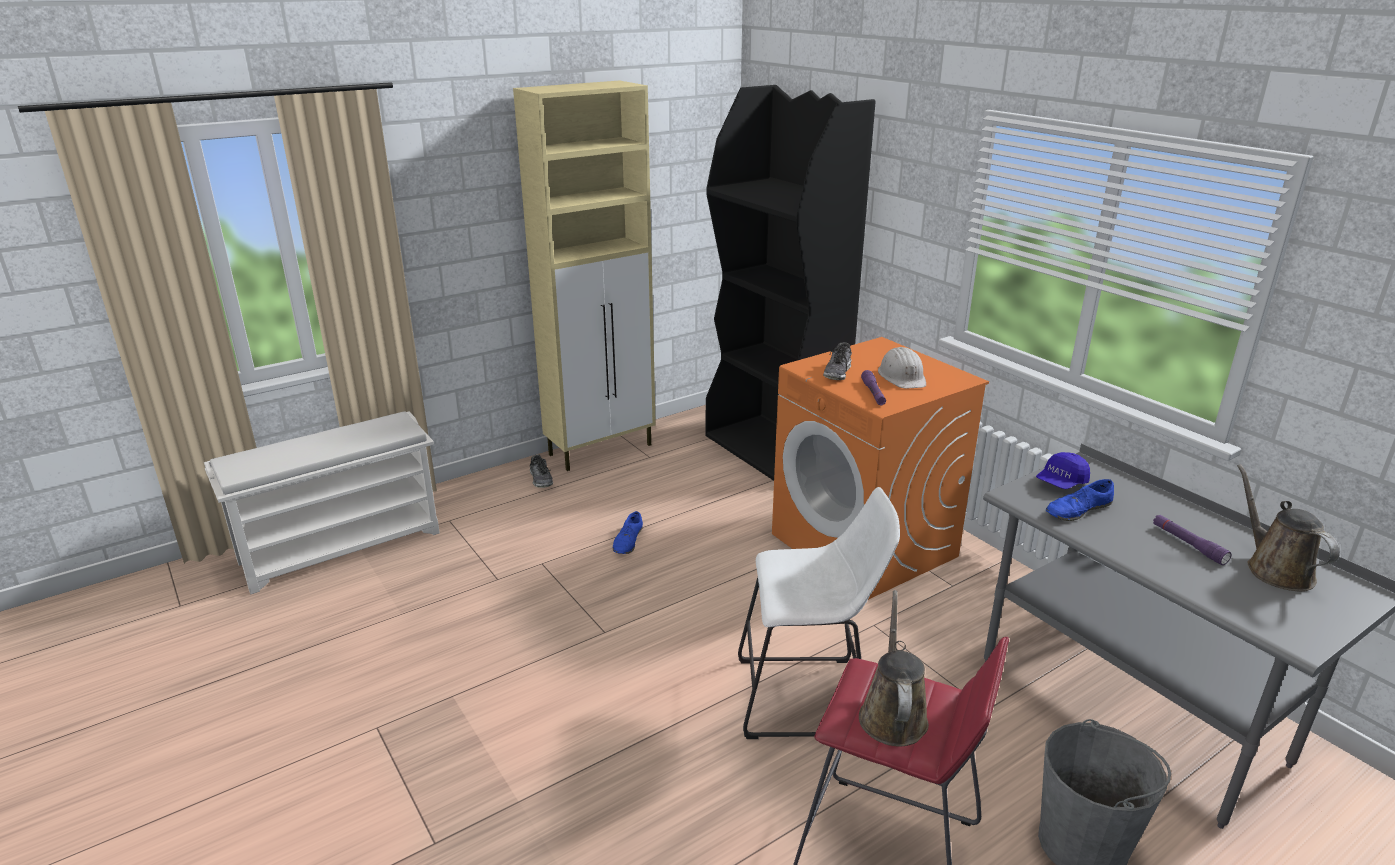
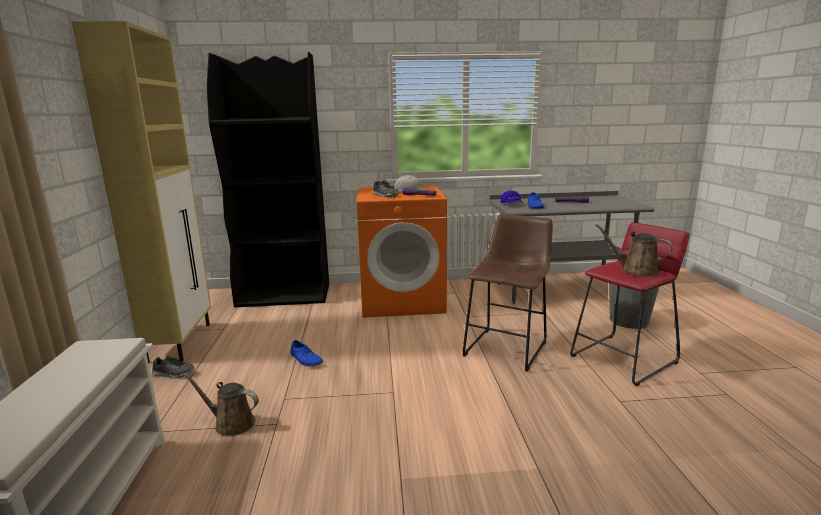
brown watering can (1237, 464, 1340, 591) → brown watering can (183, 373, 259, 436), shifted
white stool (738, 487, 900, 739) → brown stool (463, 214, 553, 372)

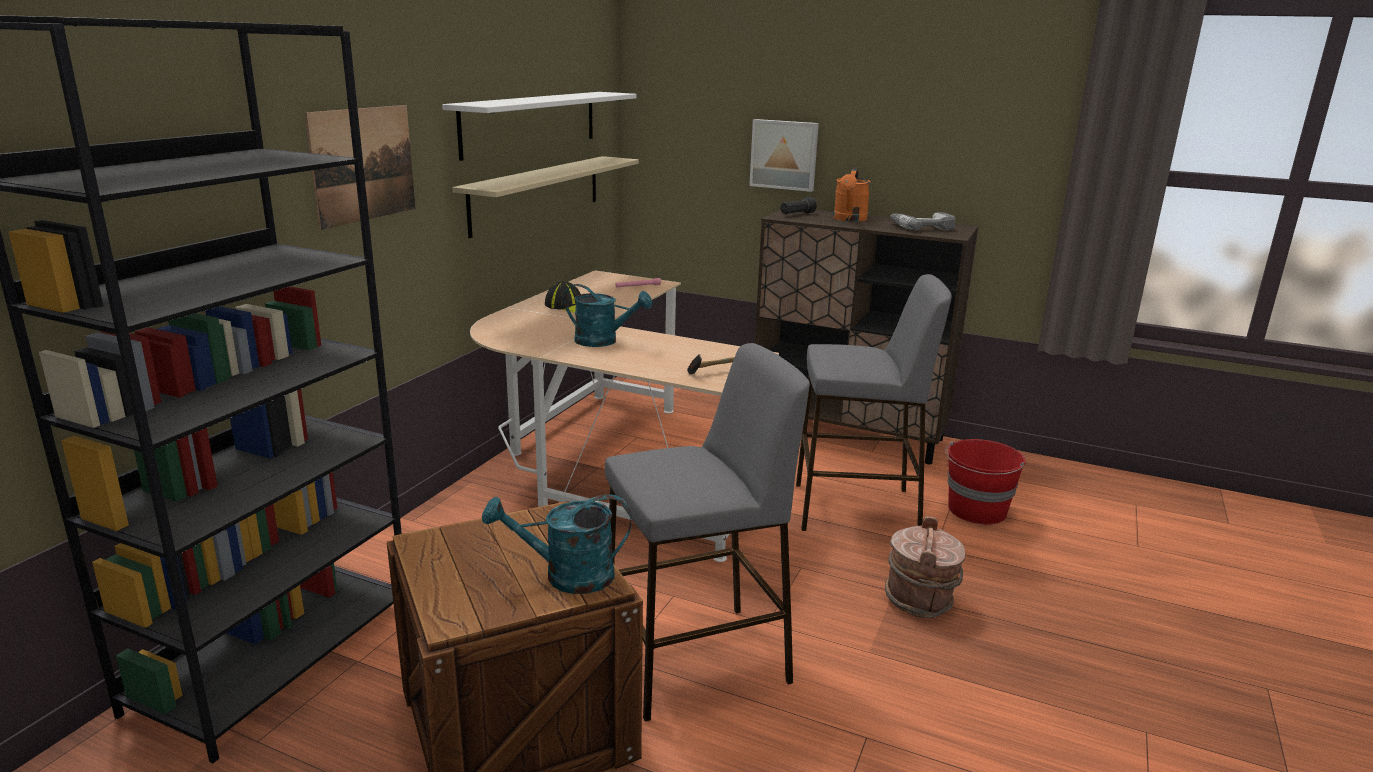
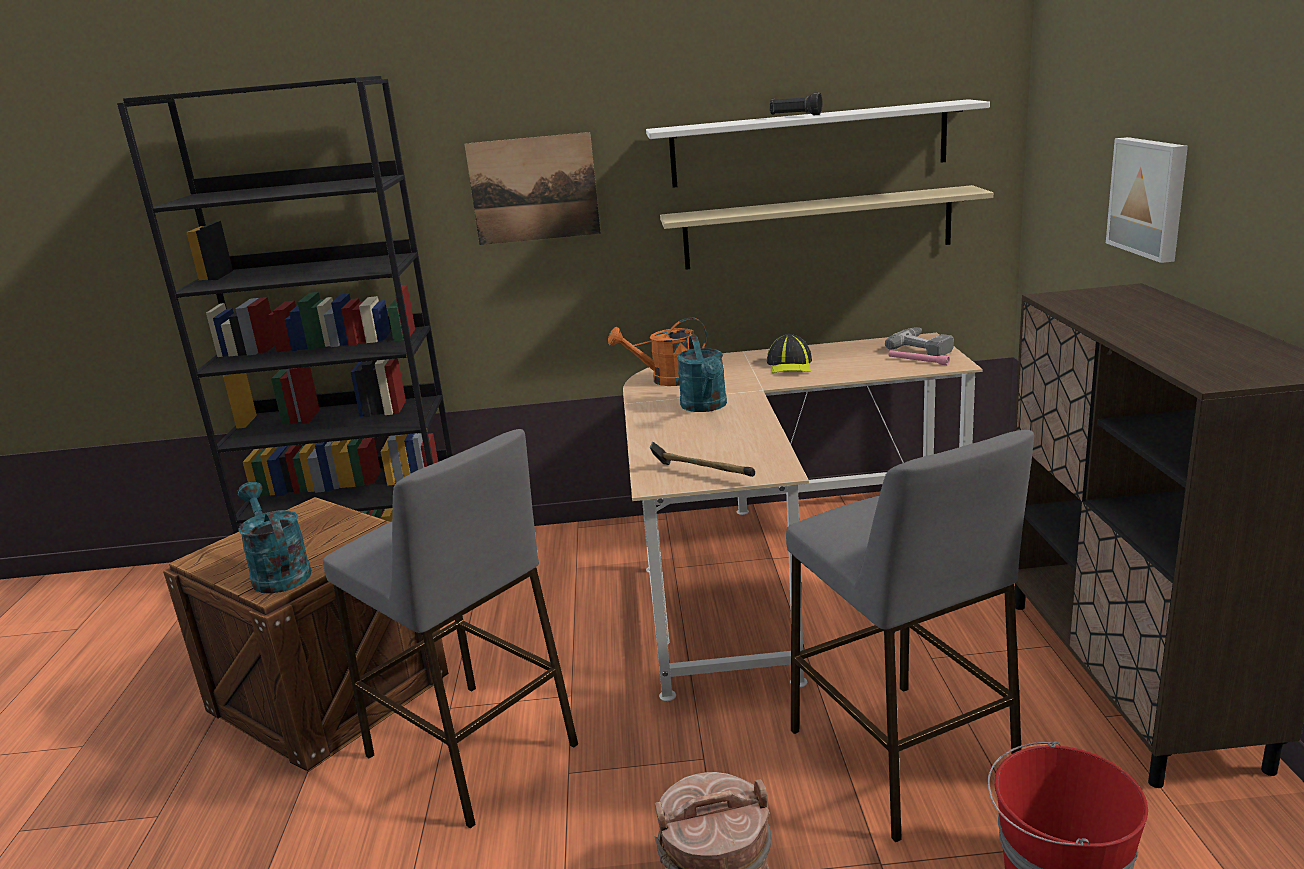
orange watering can (833, 167, 871, 221) → orange watering can (608, 317, 707, 386), shifted
black flashlight (780, 197, 817, 214) → black flashlight (770, 92, 822, 115), shifted
power drill (890, 212, 956, 231) → power drill (885, 327, 954, 356), shifted

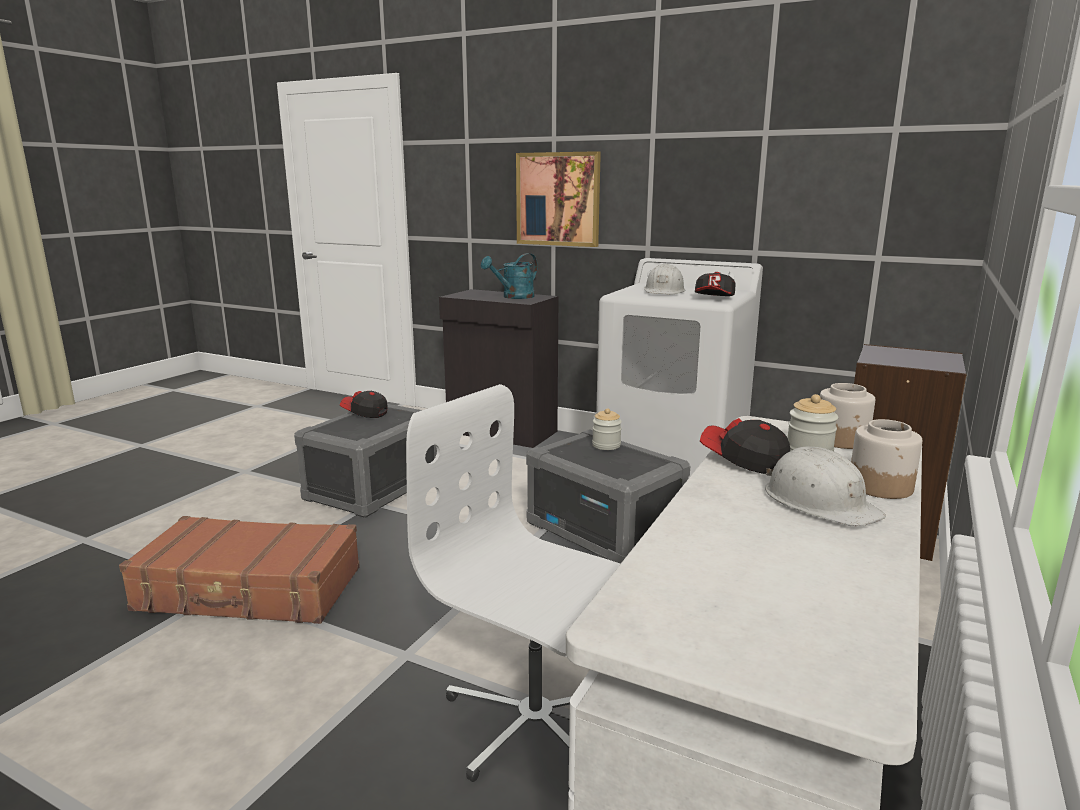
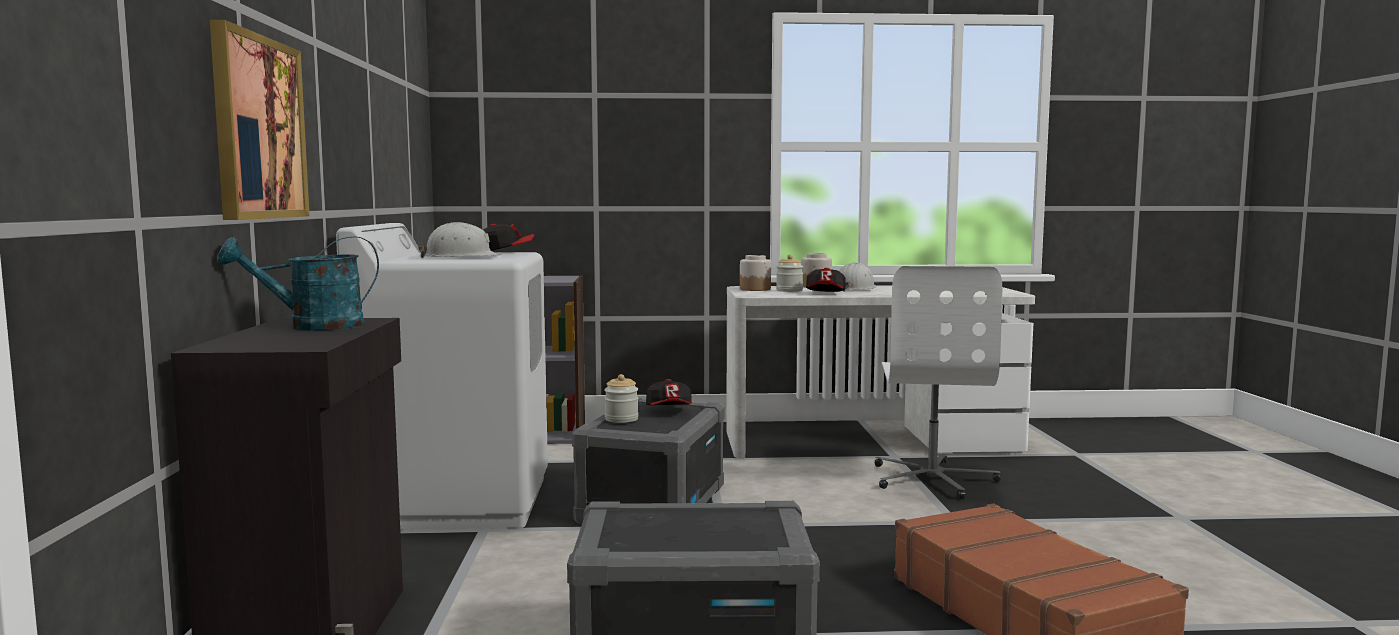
turquoise watering can (481, 253, 538, 299) → turquoise watering can (217, 236, 379, 331), 135 degrees clockwise
cap (340, 391, 388, 418) → cap (646, 379, 692, 405), shifted

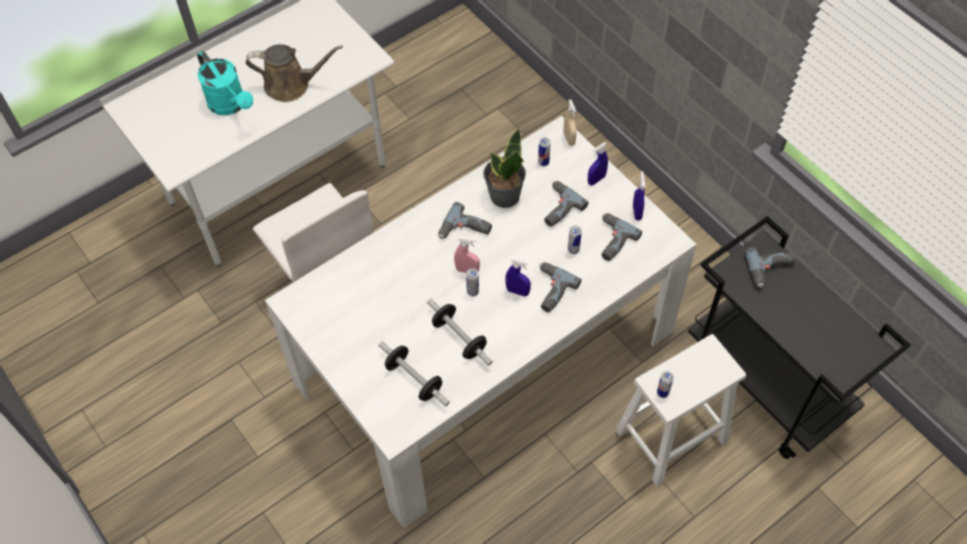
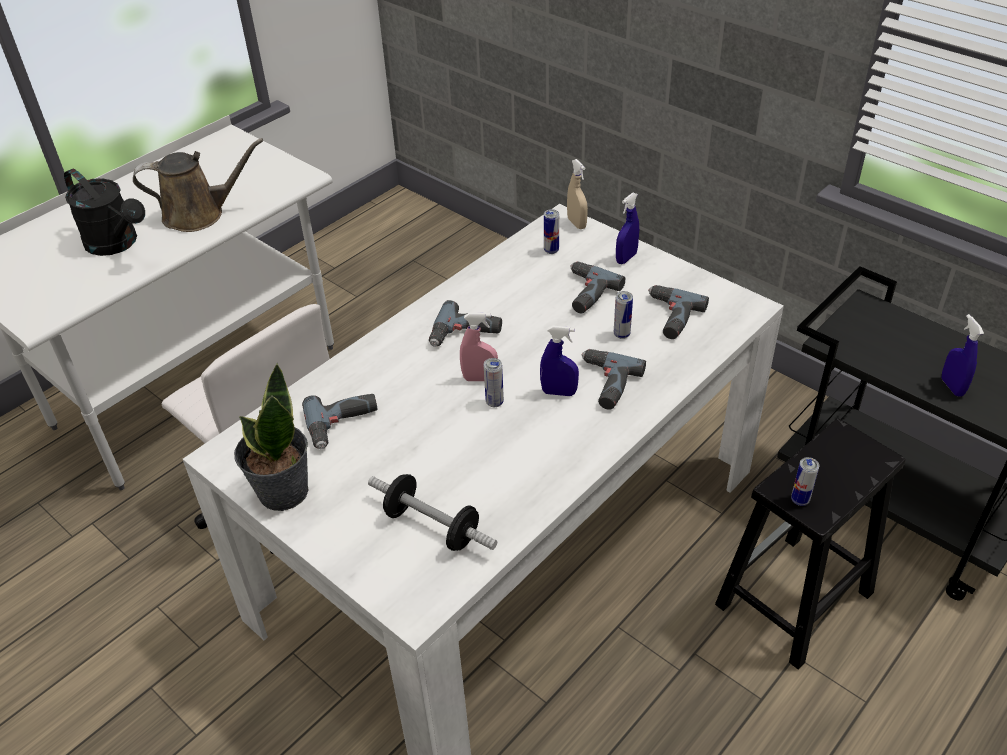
turquoise watering can (197, 51, 253, 115) → black watering can (64, 169, 145, 256)
potted plant (483, 128, 526, 208) → potted plant (234, 363, 308, 511), shifted
blue spray bottle (633, 171, 645, 221) → blue spray bottle (941, 314, 984, 397), shifted
power drill (745, 247, 795, 288) → power drill (302, 394, 377, 449), shifted
dumbbell (427, 298, 493, 366) → -
white stool (615, 334, 746, 486) → black stool (715, 418, 905, 670)

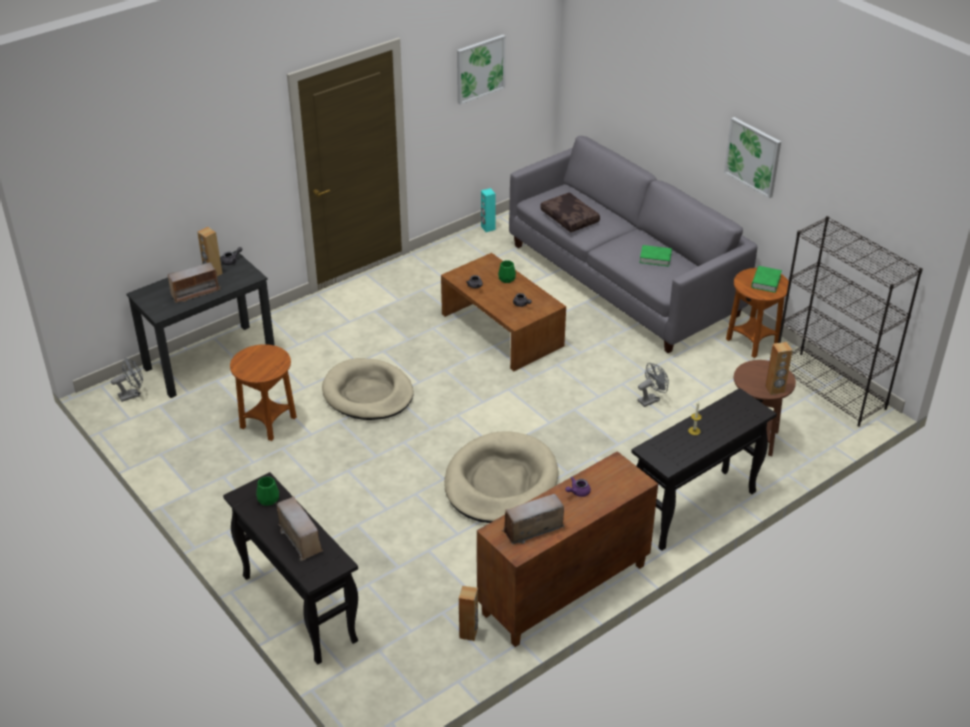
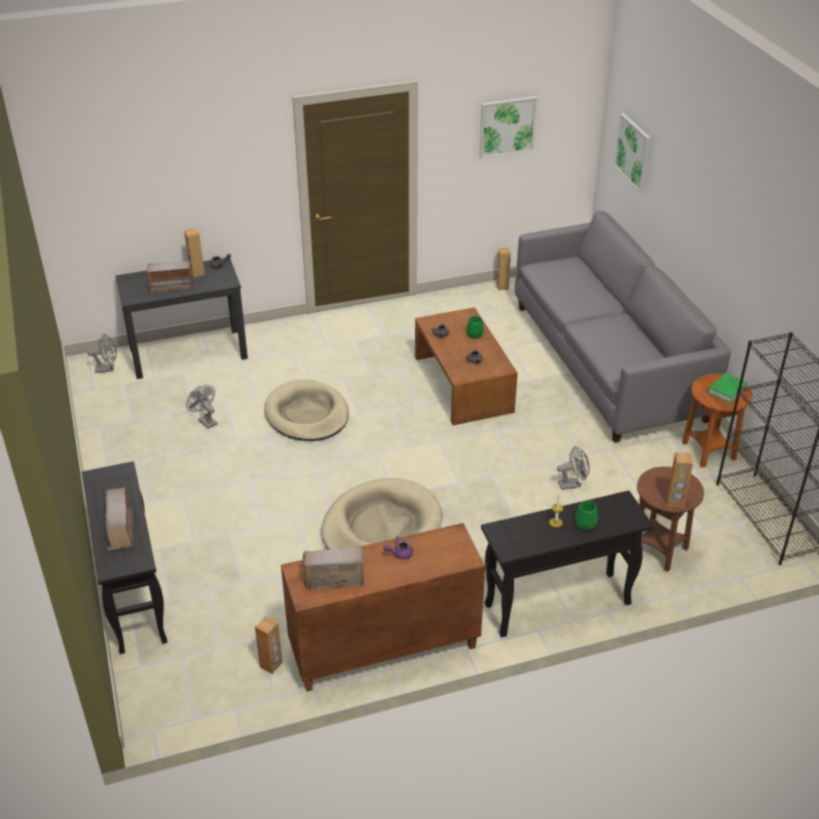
picture (724, 117, 781, 198) → picture (614, 113, 651, 193), shifted
turquoise speaker (481, 188, 496, 232) → brown speaker (497, 248, 511, 290)
brown pillow (540, 193, 600, 232) → -
green book (639, 245, 672, 267) → -
brown side table (230, 344, 297, 441) → grey fan (186, 385, 217, 429)
green vase (256, 477, 279, 506) → green vase (575, 501, 598, 530), shifted

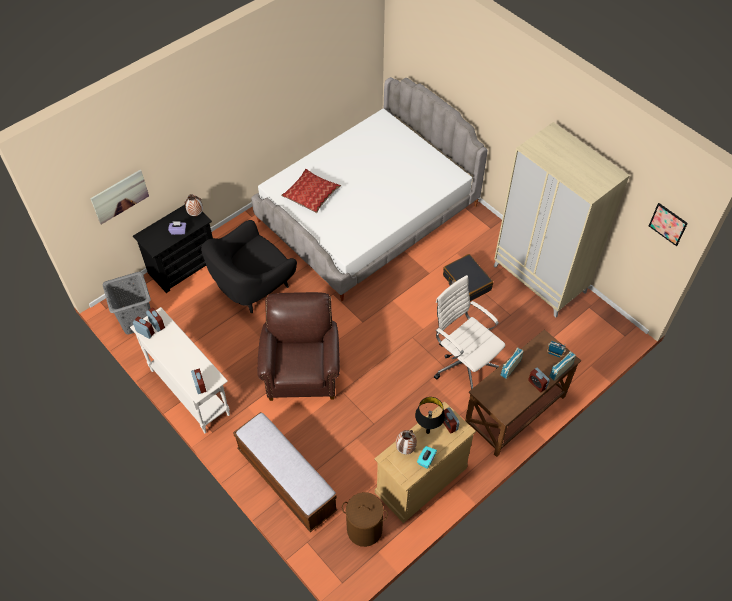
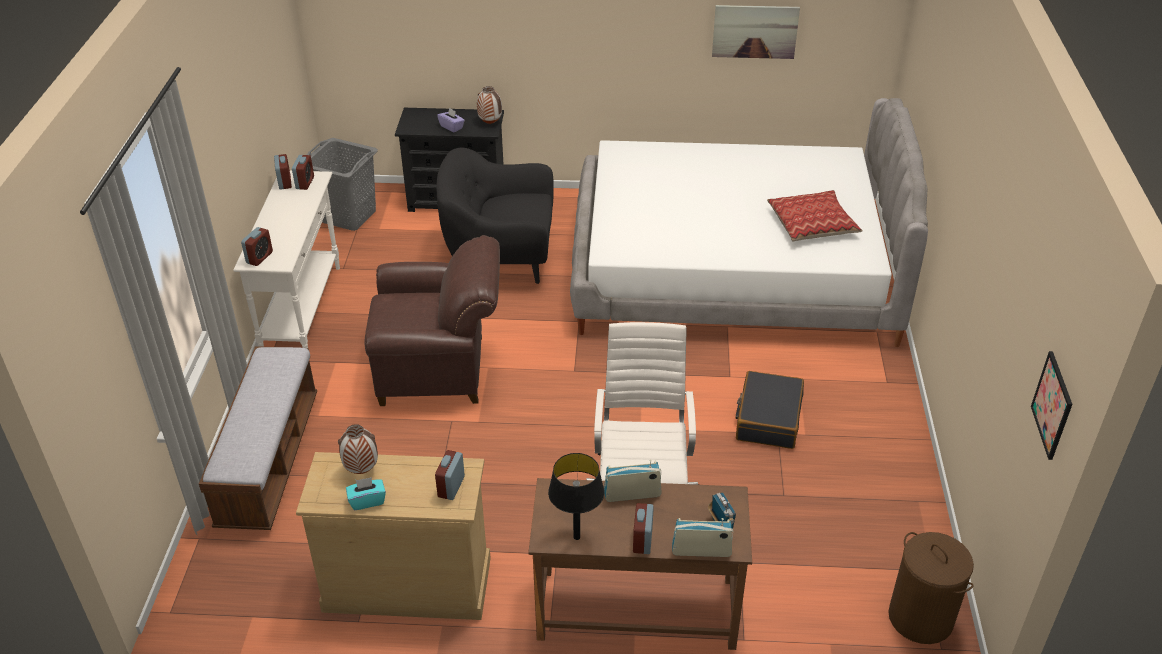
beige wardrobe (494, 122, 630, 318) → -
pillow (281, 169, 341, 213) → pillow (767, 190, 863, 241), shifted
picture (90, 170, 149, 224) → picture (712, 5, 800, 59), shifted
brown armchair (257, 292, 340, 401) → brown armchair (364, 235, 500, 406), 45 degrees clockwise
black table lamp (415, 397, 445, 434) → black table lamp (548, 453, 605, 540), shifted
brown laundry basket (342, 492, 388, 547) → brown laundry basket (888, 532, 974, 644), shifted

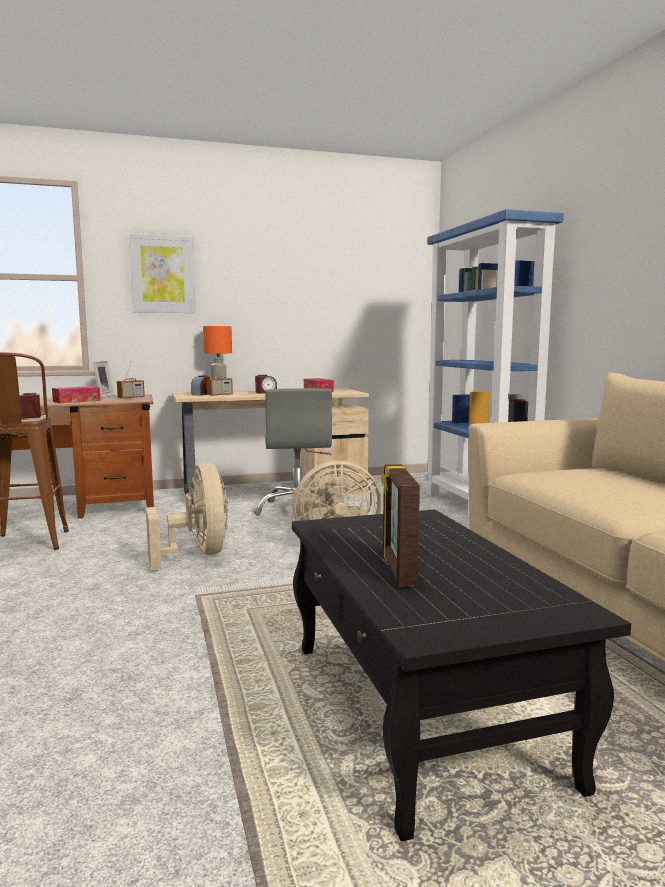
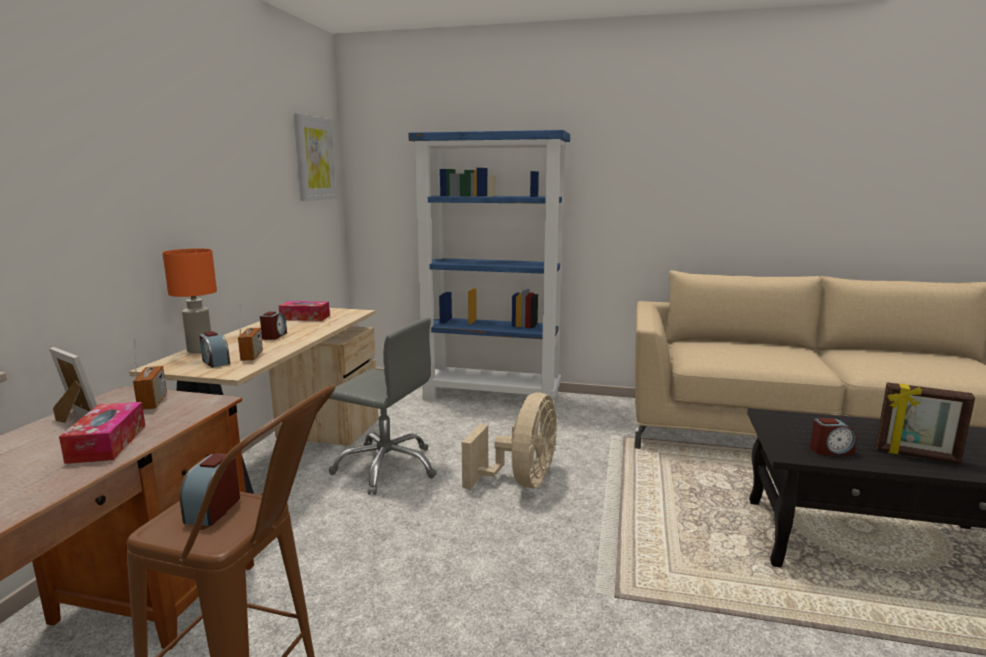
picture (129, 234, 196, 313) → picture (294, 113, 337, 201), shifted
beige fan (146, 463, 229, 570) → -
- → alarm clock (810, 418, 856, 455)

